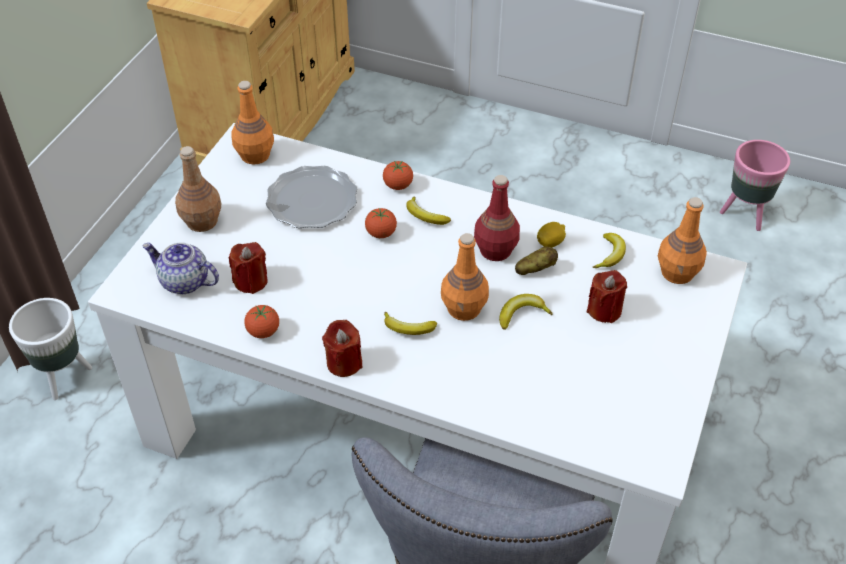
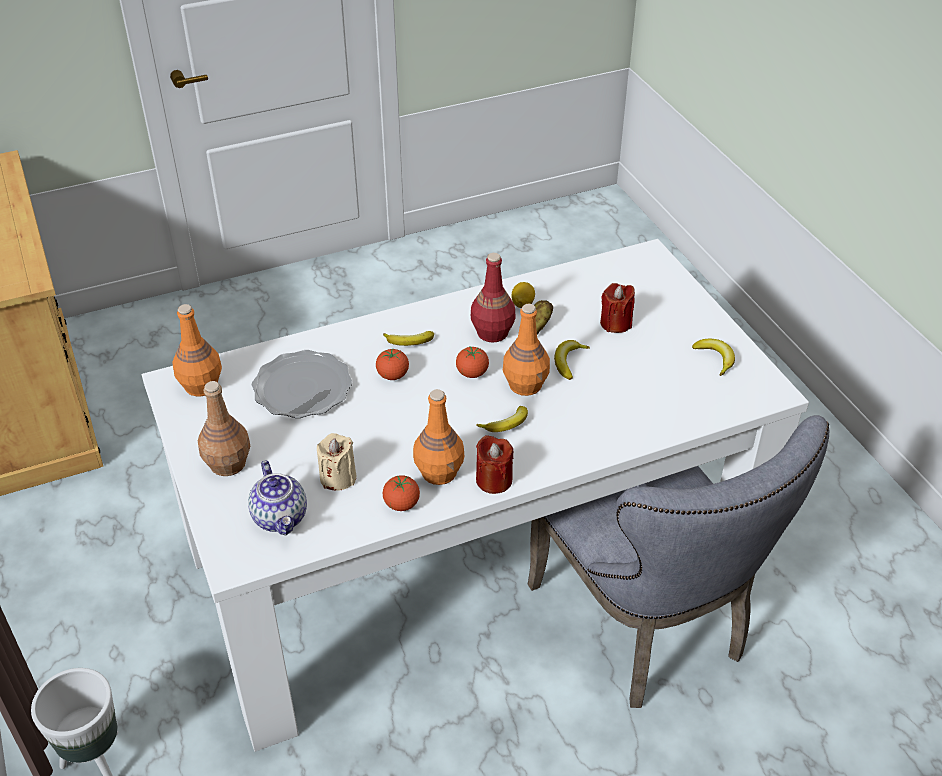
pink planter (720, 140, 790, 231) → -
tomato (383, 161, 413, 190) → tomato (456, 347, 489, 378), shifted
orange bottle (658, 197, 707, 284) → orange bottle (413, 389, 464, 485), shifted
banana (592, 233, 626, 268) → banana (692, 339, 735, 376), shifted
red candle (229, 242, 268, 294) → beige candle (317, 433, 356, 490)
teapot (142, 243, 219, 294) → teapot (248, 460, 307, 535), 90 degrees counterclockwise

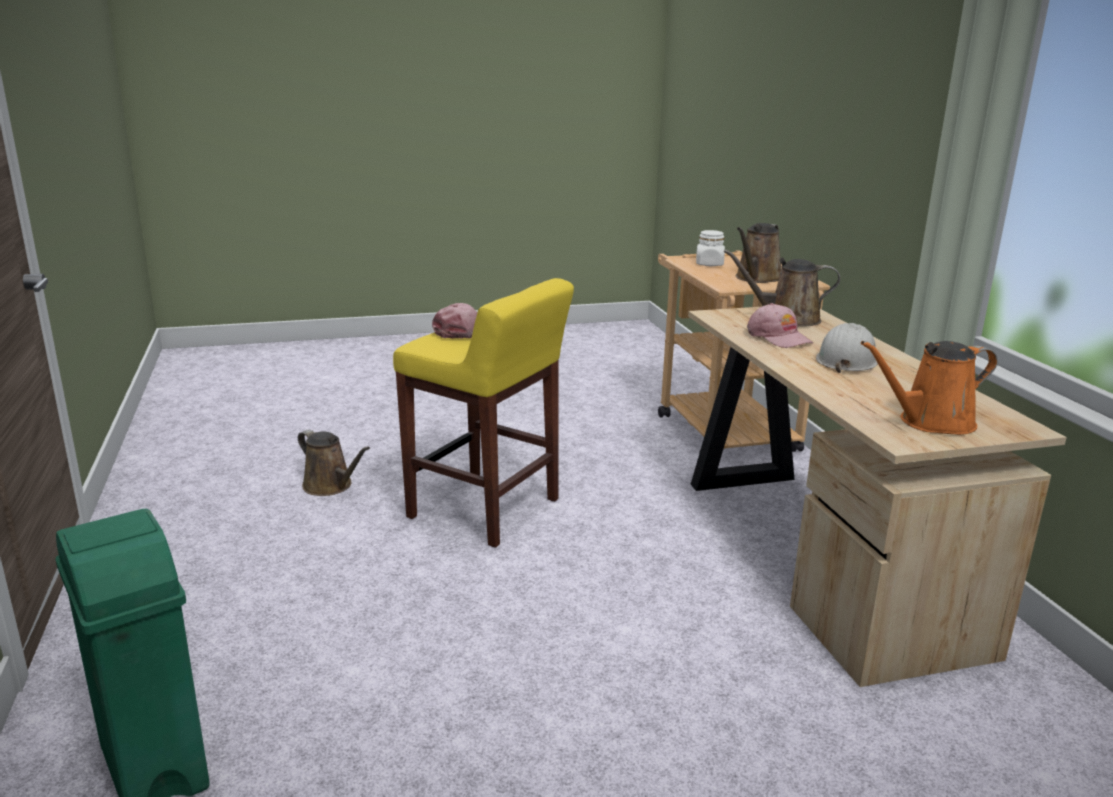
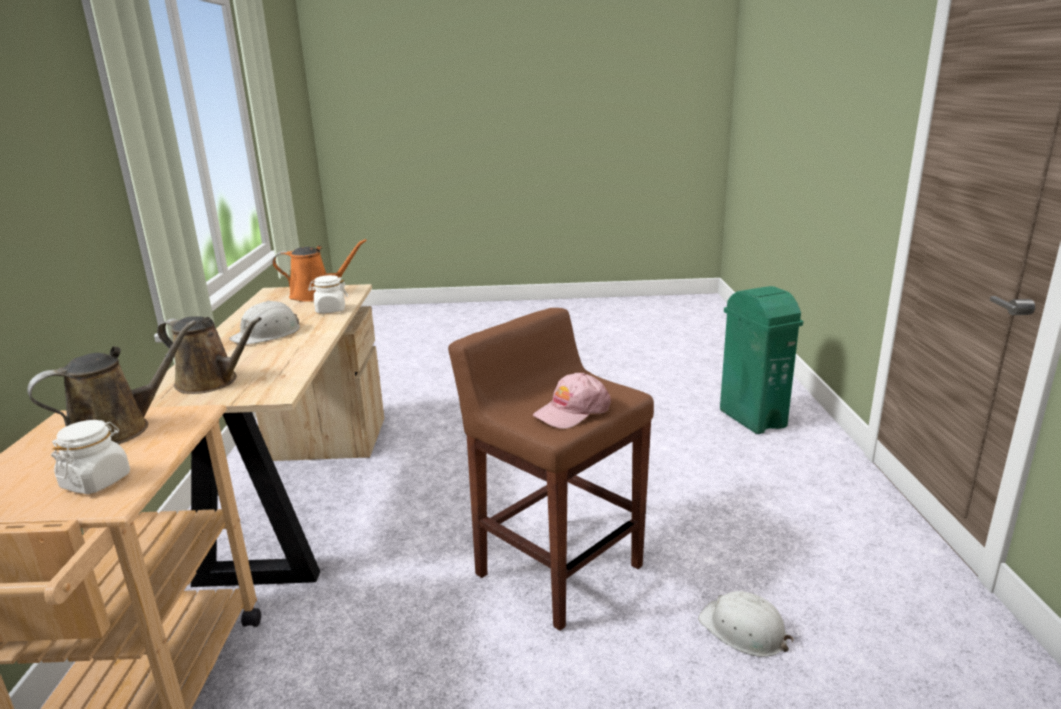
yellow stool (393, 278, 574, 548) → brown stool (448, 308, 654, 631)
pink cap (747, 303, 813, 348) → -
brown watering can (298, 429, 370, 496) → white hard hat (698, 591, 794, 657)
- → white jar (308, 275, 348, 313)

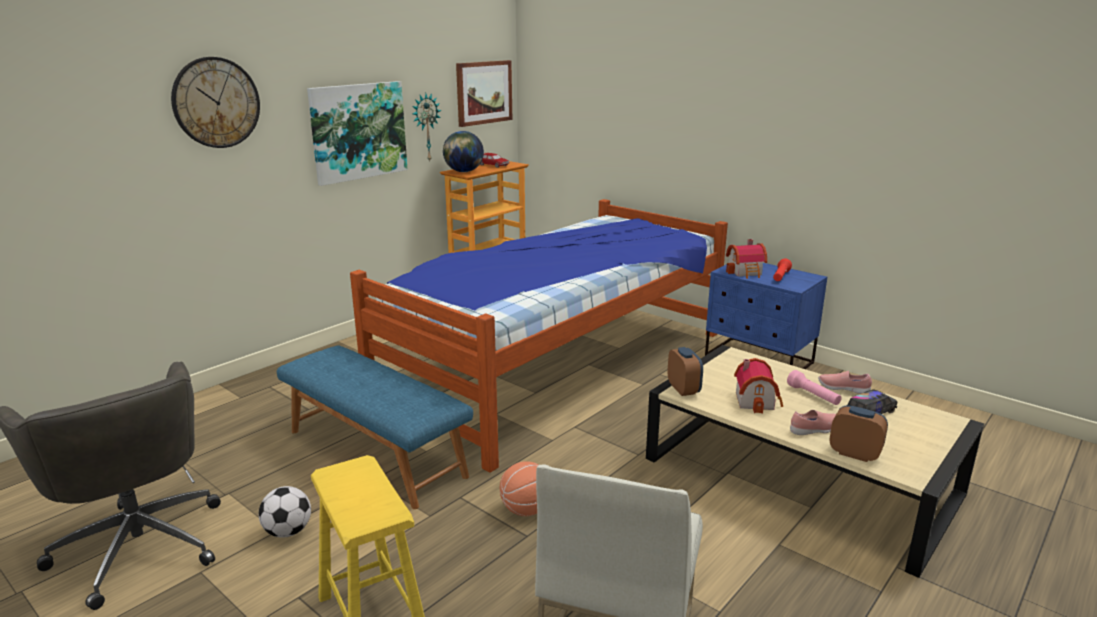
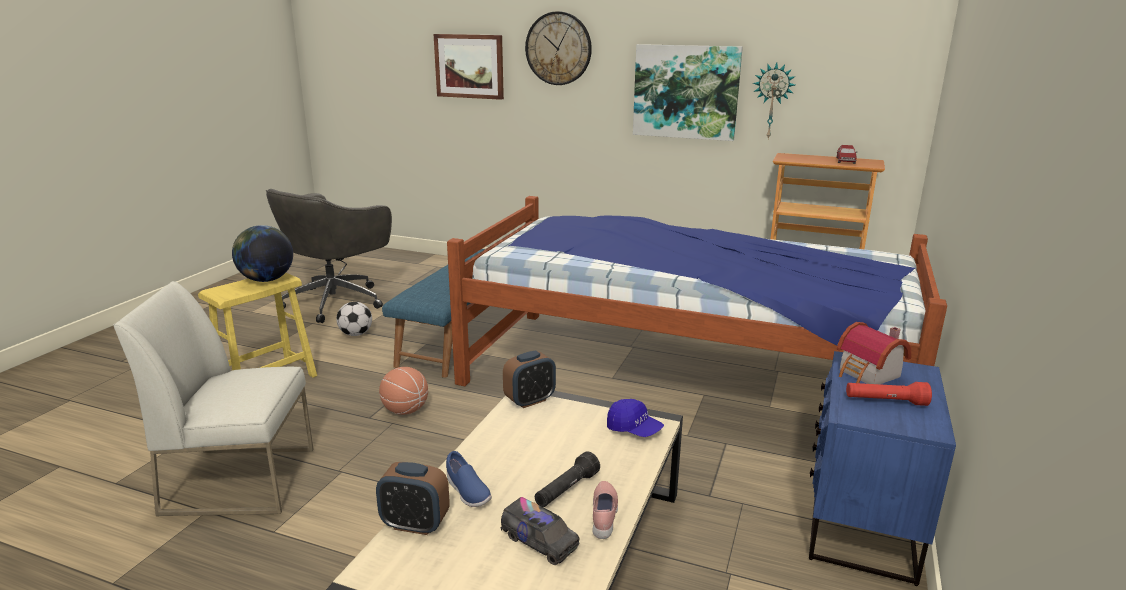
picture (456, 60, 512, 127) → picture (433, 34, 504, 100), shifted
globe (443, 131, 484, 172) → globe (232, 225, 293, 282), shifted
toy house (734, 358, 783, 414) → -
pink flashlight (787, 370, 842, 405) → black flashlight (535, 451, 600, 507)
alarm clock (830, 405, 888, 462) → alarm clock (376, 462, 450, 535), 90 degrees clockwise
pink shoe (790, 410, 836, 435) → blue shoe (446, 451, 492, 507)
- → blue cap (607, 399, 664, 437)

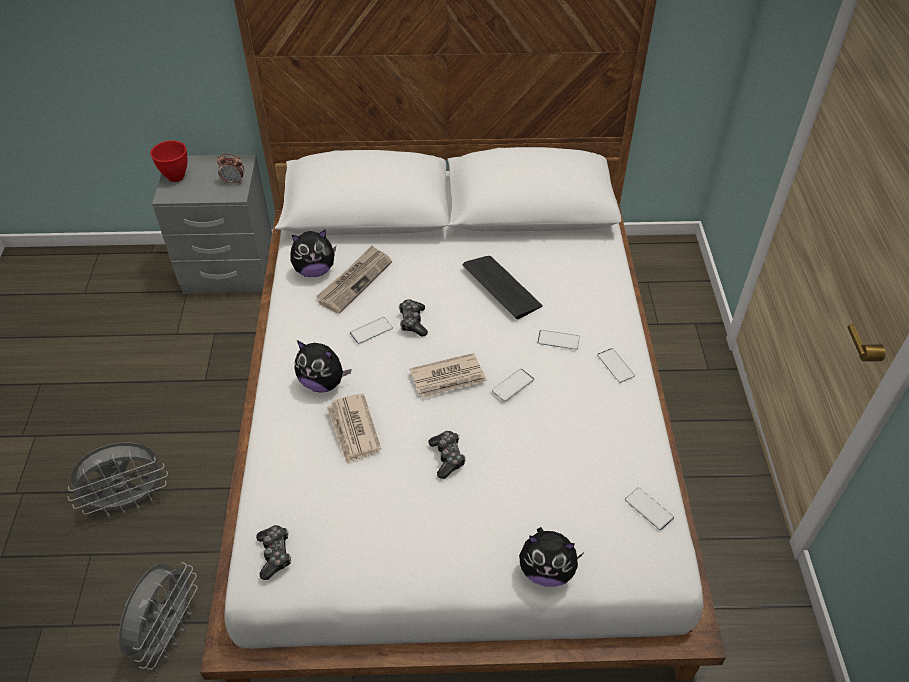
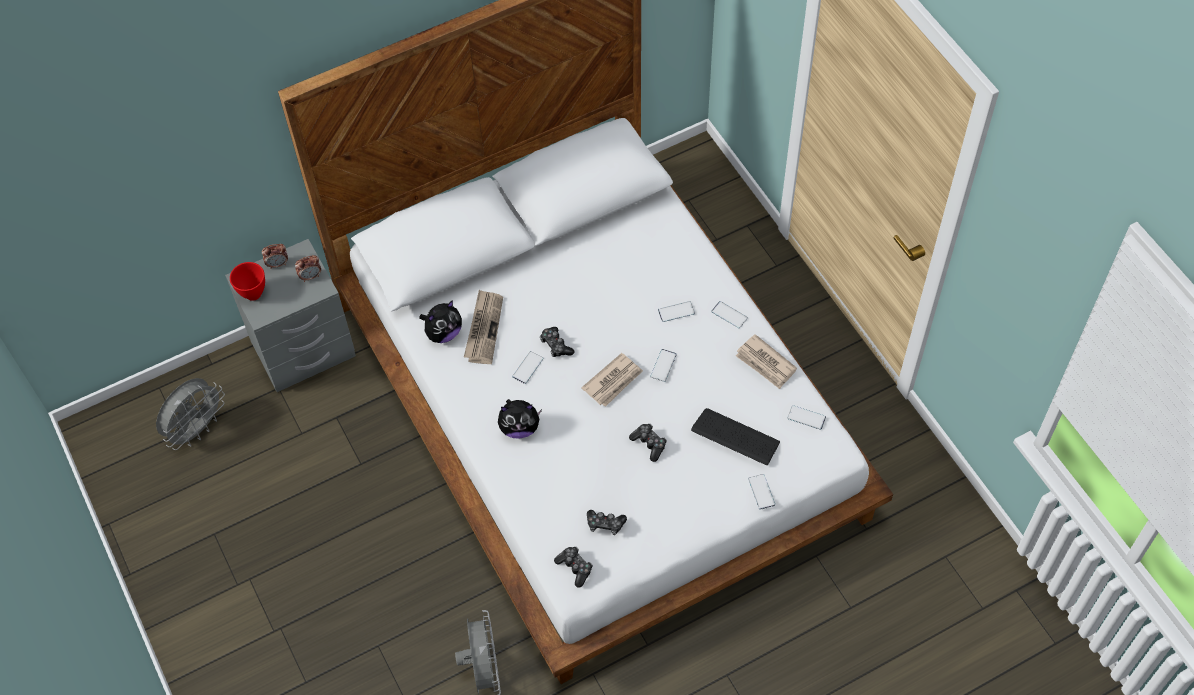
keyboard (463, 256, 543, 319) → keyboard (691, 408, 780, 465), shifted
newspaper (327, 393, 381, 464) → newspaper (736, 334, 797, 389), shifted
grey fan (67, 443, 168, 517) → grey fan (156, 378, 225, 450), shifted
plush toy (519, 527, 583, 587) → phone (748, 474, 775, 510)
- → alarm clock (262, 244, 288, 269)
- → game controller (587, 510, 627, 535)

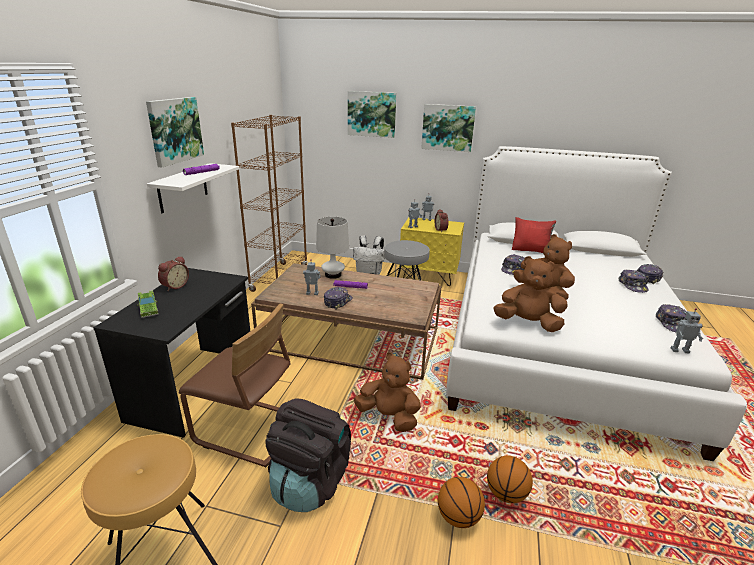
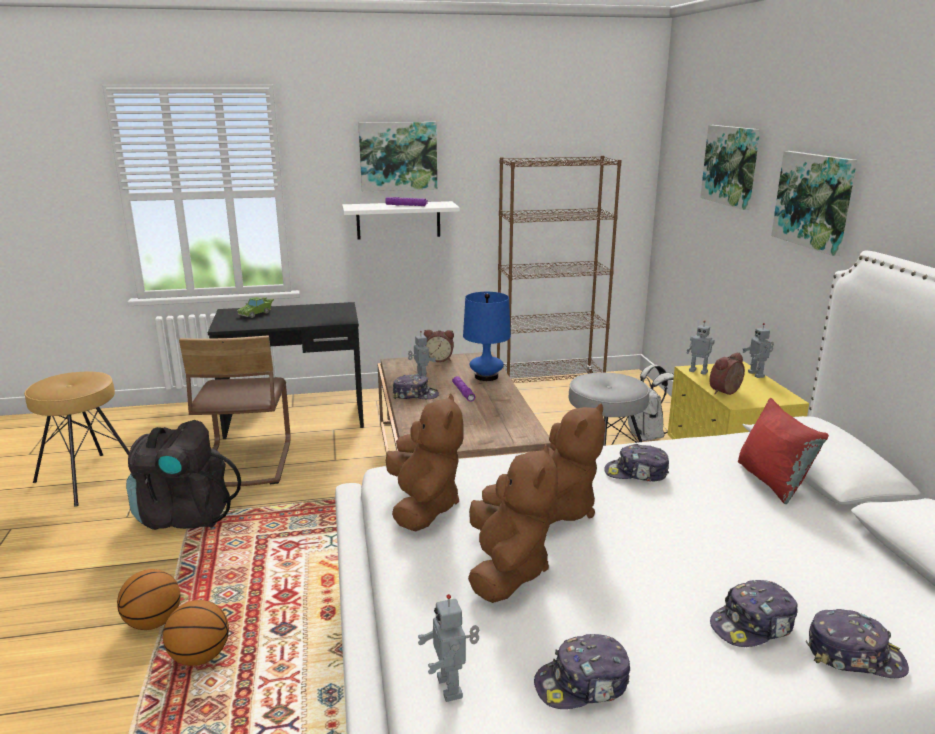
white table lamp (316, 217, 349, 279) → blue table lamp (463, 292, 511, 381)
alarm clock (158, 256, 189, 291) → alarm clock (424, 330, 454, 362), shifted
brown plush toy (354, 352, 421, 432) → brown plush toy (468, 444, 558, 603), shifted

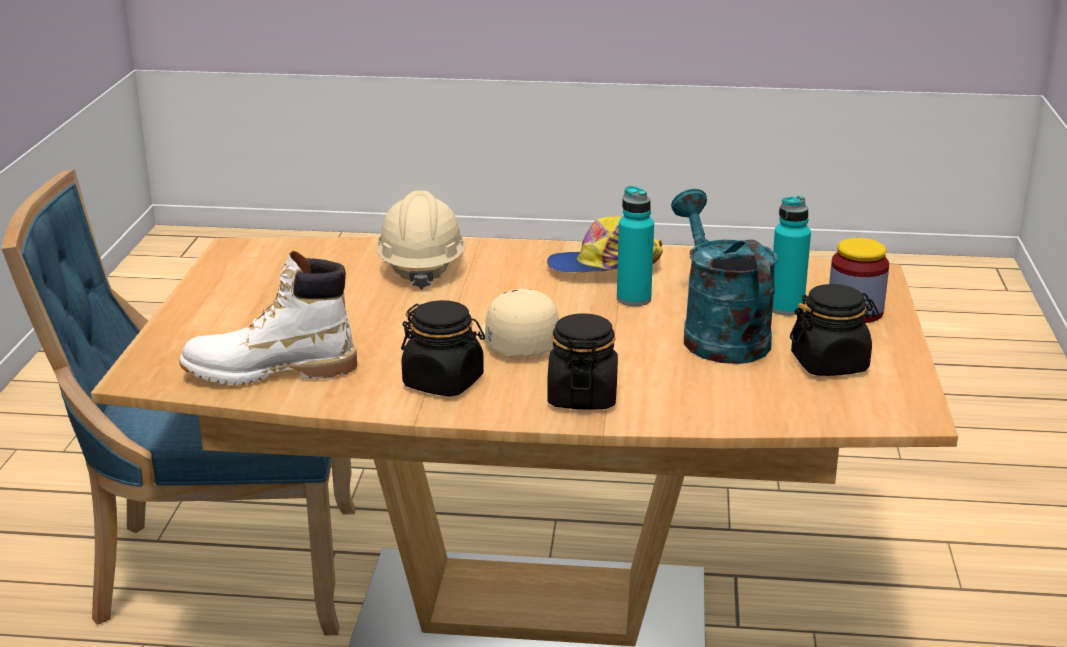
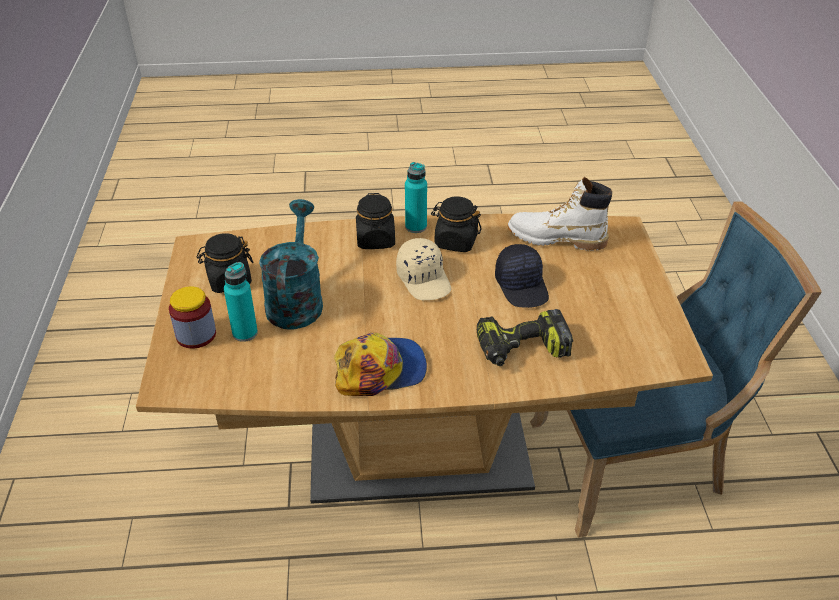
turquoise bottle (617, 186, 654, 306) → turquoise bottle (405, 162, 427, 233), shifted
turquoise watering can (671, 189, 778, 364) → turquoise watering can (259, 199, 323, 330), 150 degrees counterclockwise
beige hard hat (376, 190, 466, 290) → power drill (477, 309, 573, 366)
white boot (179, 250, 357, 385) → white boot (508, 177, 612, 251), 150 degrees counterclockwise
- → black cap (495, 244, 549, 308)

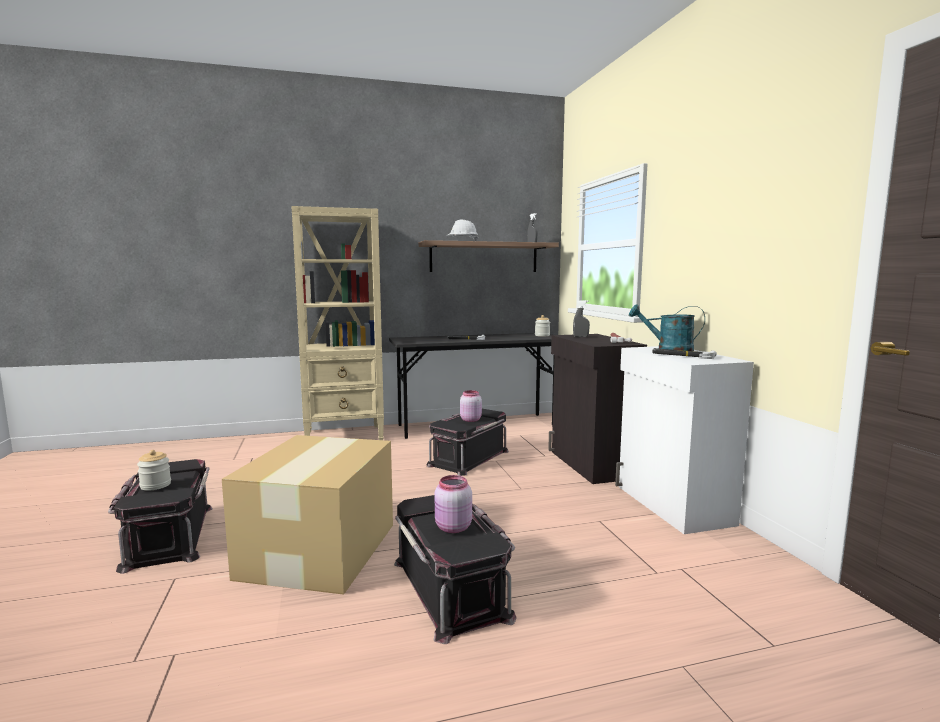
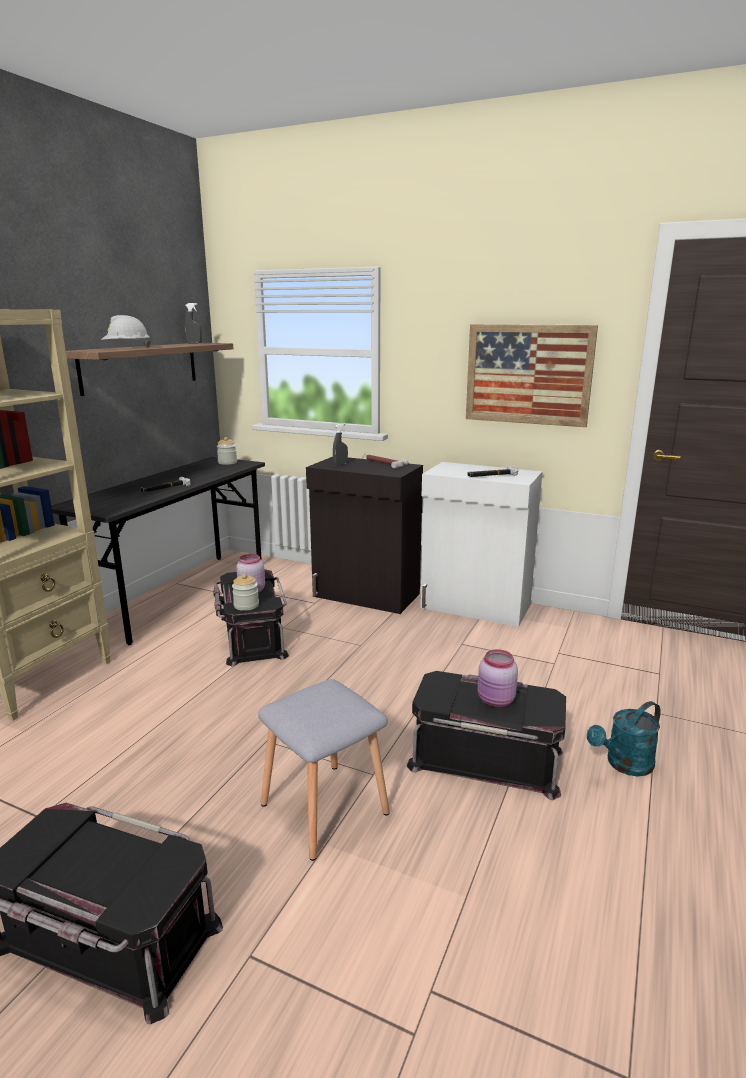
turquoise watering can (629, 304, 705, 351) → turquoise watering can (587, 701, 661, 776), shifted
cardboard box (222, 435, 393, 595) → grey stool (258, 679, 390, 861)
jar (137, 450, 171, 491) → jar (232, 574, 259, 611), shifted
- → picture (466, 324, 598, 427)

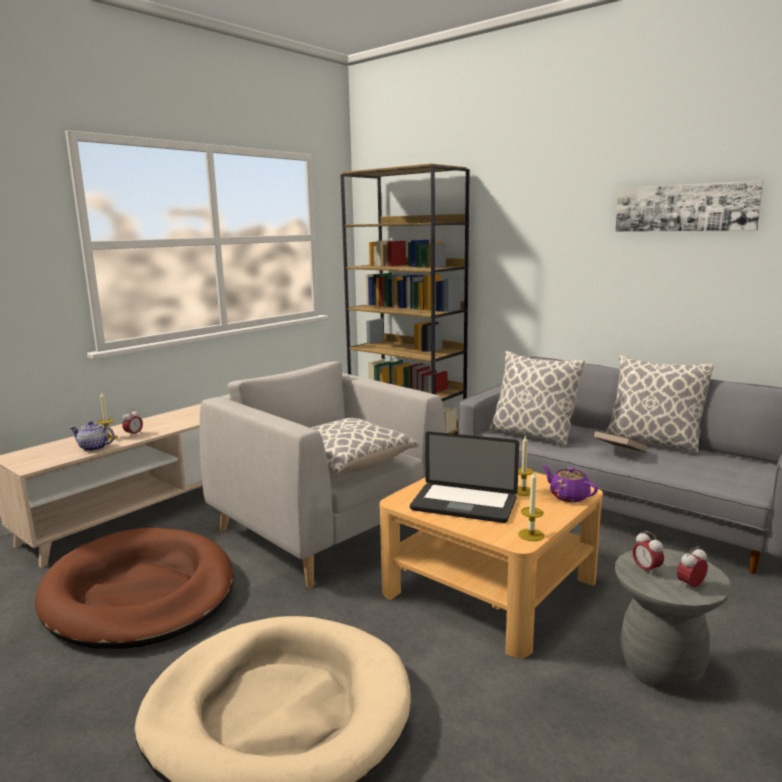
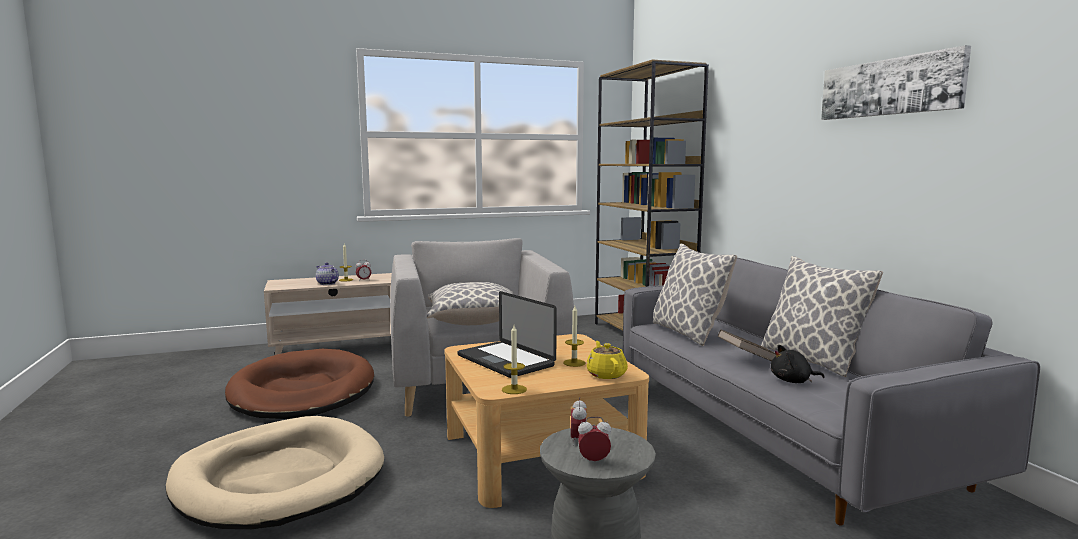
purple teapot (542, 465, 598, 502) → yellow teapot (586, 341, 628, 379)
- → black plush toy (771, 345, 825, 383)

